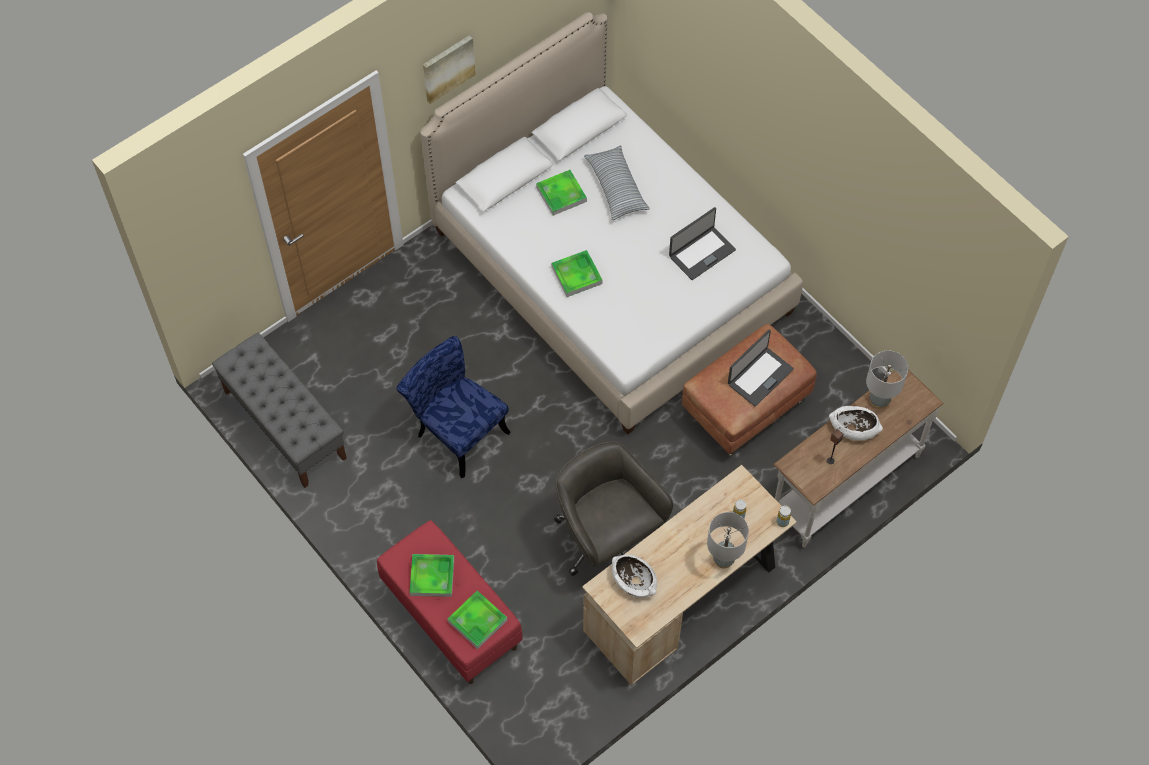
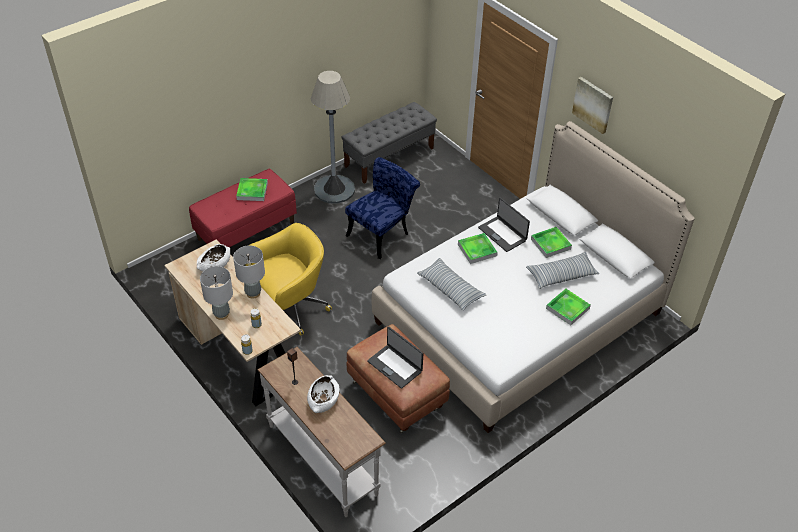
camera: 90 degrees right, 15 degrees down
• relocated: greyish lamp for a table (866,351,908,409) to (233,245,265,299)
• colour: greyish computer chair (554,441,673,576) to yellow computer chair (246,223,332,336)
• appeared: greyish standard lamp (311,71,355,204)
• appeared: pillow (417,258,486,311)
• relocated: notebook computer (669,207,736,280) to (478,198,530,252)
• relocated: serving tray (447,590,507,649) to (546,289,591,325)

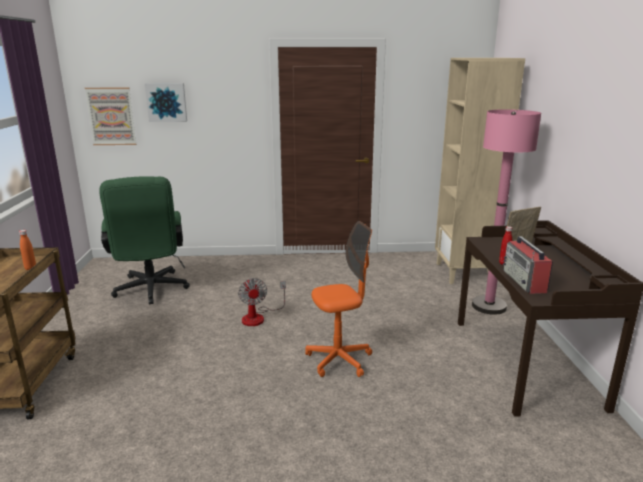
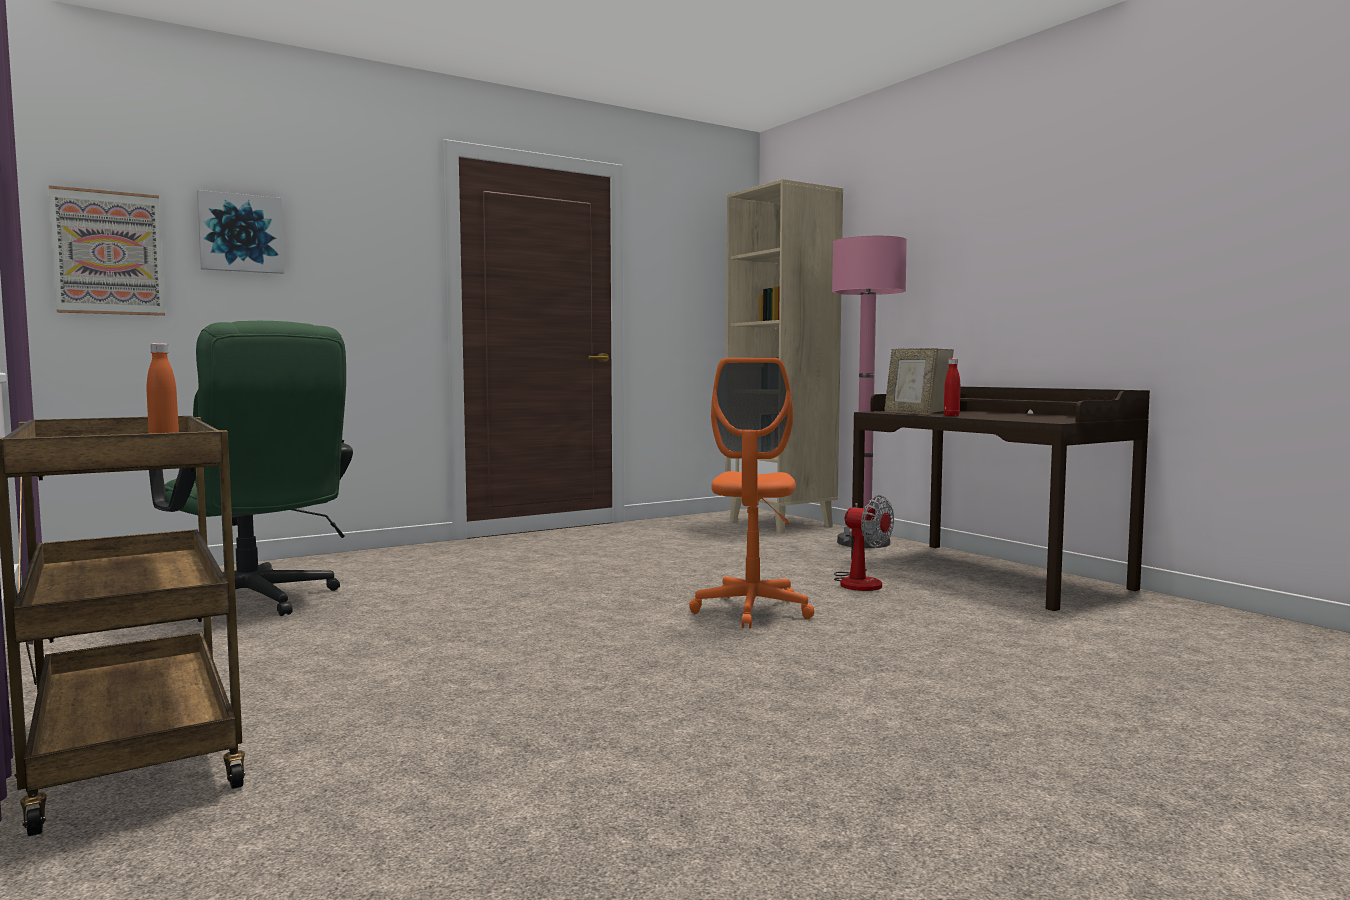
camera: 30 degrees left, 15 degrees down
• spun: orange-coloured computer chair (305,221,372,377) = (689,358,814,628) 150 degrees clockwise
• relocated: fan (238,278,286,326) to (834,495,894,591)
• appeared: standing frame (884,348,938,415)
• missing: radio set (503,236,553,294)

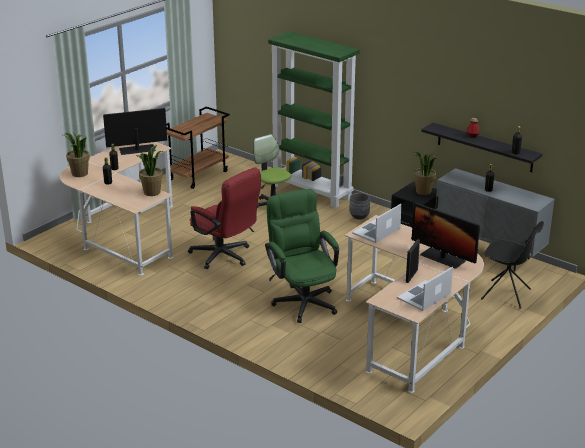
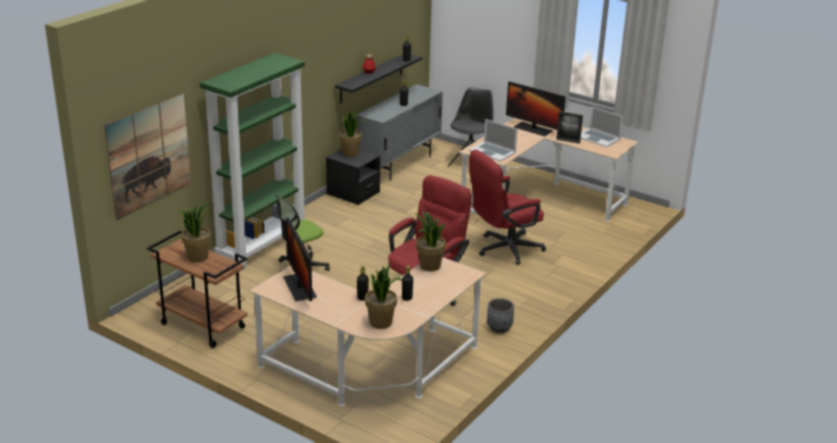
camera: 95 degrees left, 0 degrees up
• appeared: picture (104,93,191,220)
• appeared: houseplant (177,202,211,262)
• colour: green computer chair (265,189,339,323) to red computer chair (469,150,546,265)
• relocated: greyish flower pot (349,193,370,219) to (487,298,514,333)
• spun: computer screen (412,202,480,269) = (506,81,566,136) 90 degrees clockwise

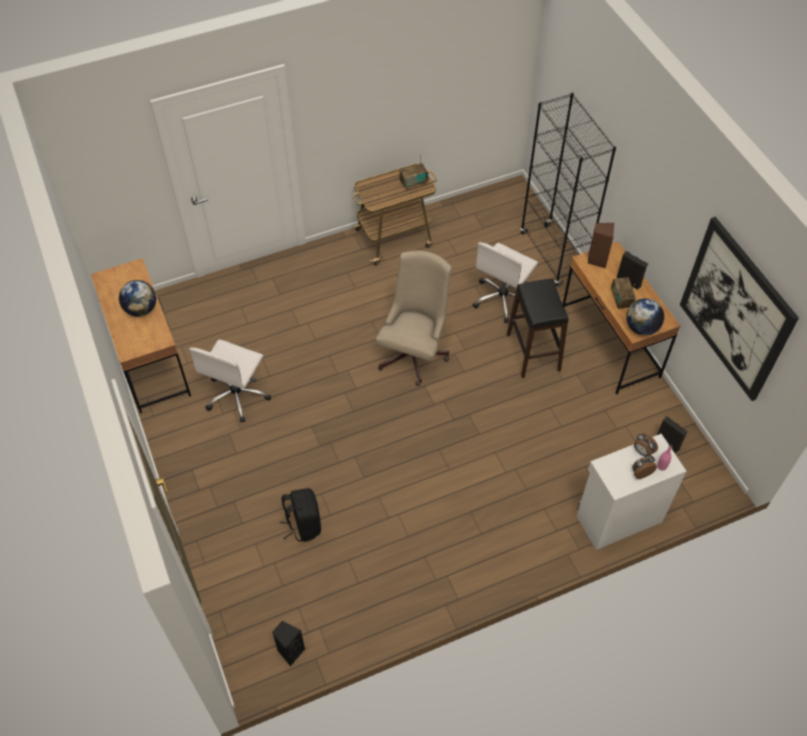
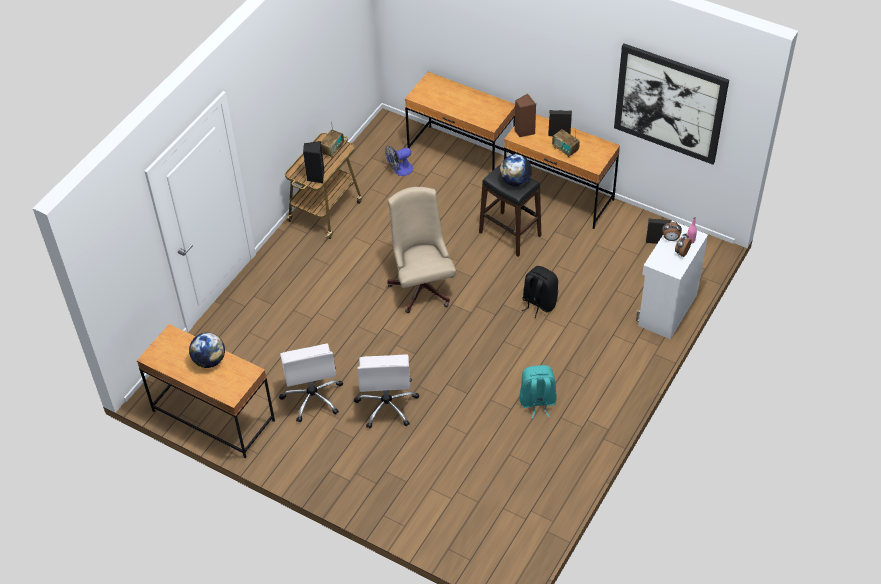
camera: 35 degrees left, 5 degrees down
• relocated: blackish loudspeaker (272,621,305,667) to (303,141,324,183)
• relocated: white-coloured computer chair (473,242,538,323) to (354,354,419,429)
• appeared: fan (385,146,413,176)
• exchanged: blackish bookcase (520,93,616,287) to brown-coloured desk table (405,72,515,171)
• relocated: desk globe (626,299,664,335) to (500,154,532,187)
• appeared: blue-green knapsack (519,365,556,419)
• relocated: blackish knapsack (280,488,321,542) to (522,266,558,318)

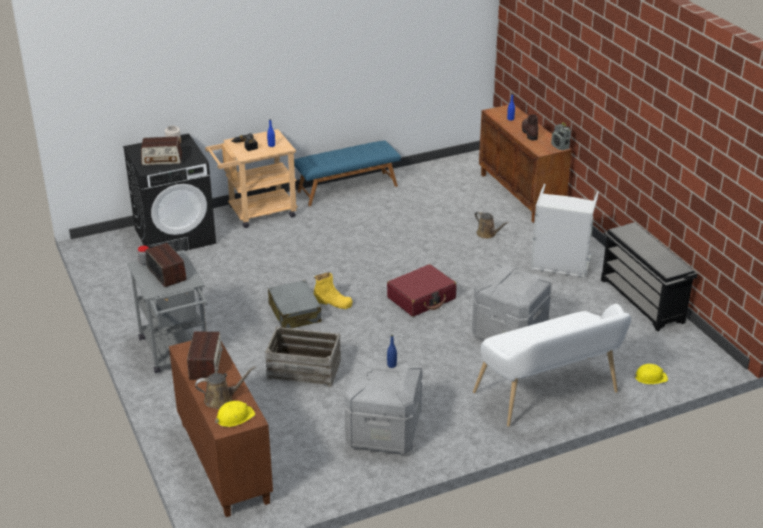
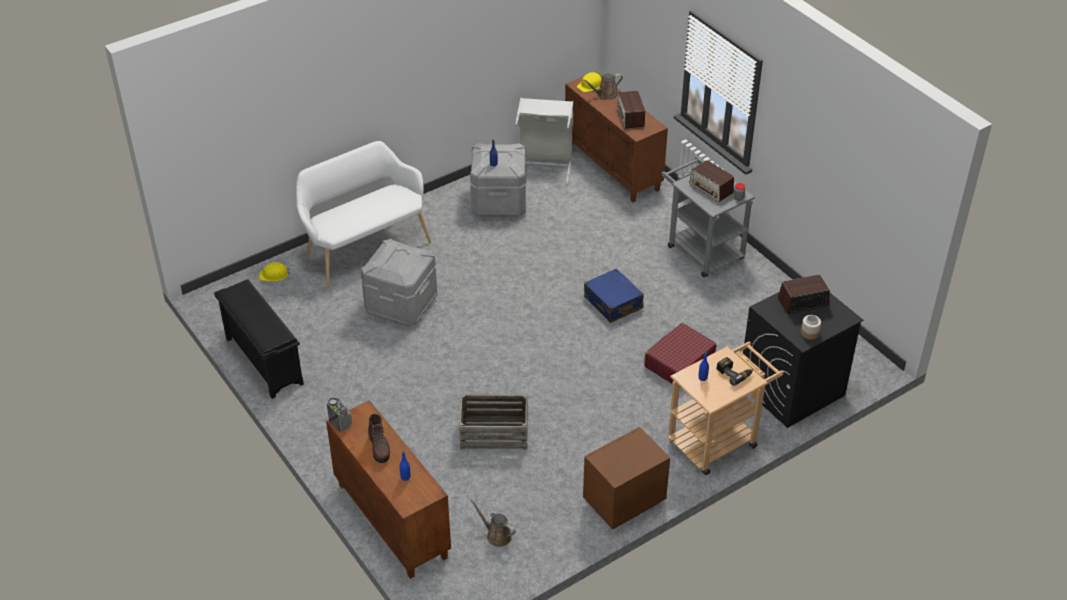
camera: 170 degrees right, 10 degrees up
• relocated: shipping crate (265,327,341,387) to (459,394,528,450)
• relocated: brown-coloured sprinkling can (475,211,509,239) to (470,499,516,547)
• relocated: greyish hamper (530,184,599,278) to (515,98,573,184)
• exchanged: bluish long seat (294,140,401,206) to brown-coloured nightstand (583,427,670,529)
• colour: greyish travel case (268,280,321,328) to bluish travel case (584,268,644,323)
• relocated: red travel case (387,264,457,317) to (644,323,716,384)
• missing: yellow tall boot (314,272,353,309)

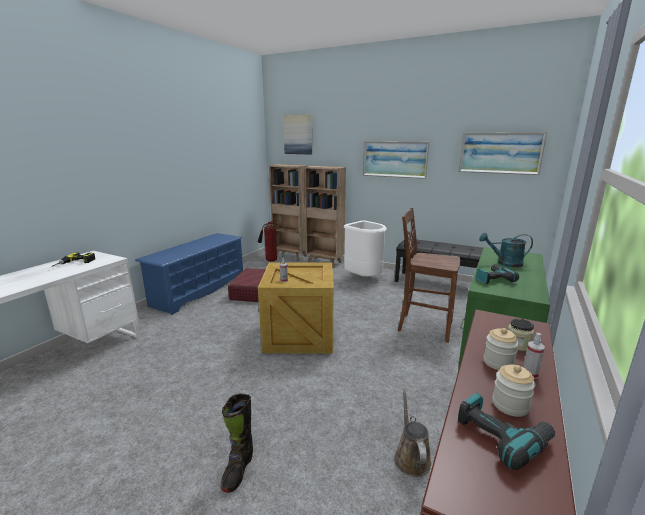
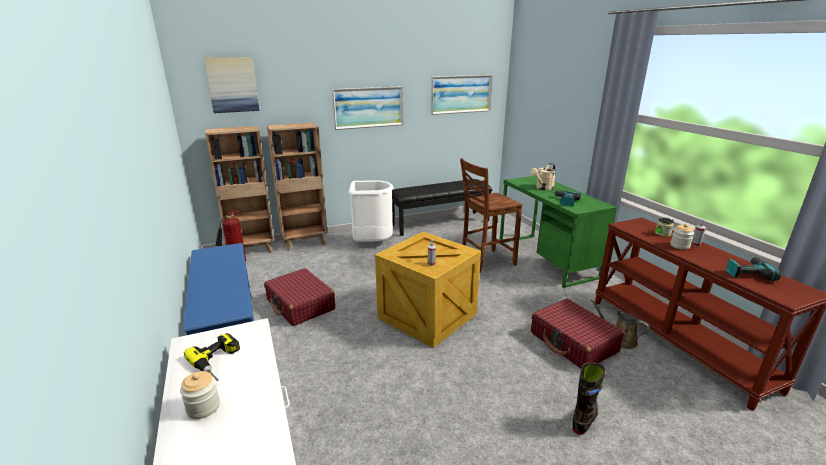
camera: 50 degrees left, 5 degrees up
• relocated: jar (492,365,535,417) to (180,371,220,419)
• colour: blue-green sprinkling can (479,233,533,267) to sand-coloured sprinkling can (530,163,556,190)
• appeared: red travel case (531,299,624,368)
• spun: blackish tall boot (221,394,253,493) = (573,363,606,435) 105 degrees counterclockwise

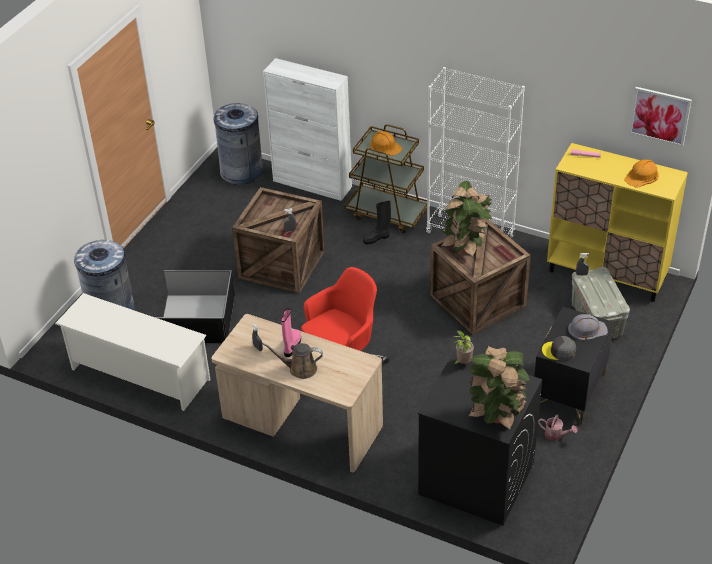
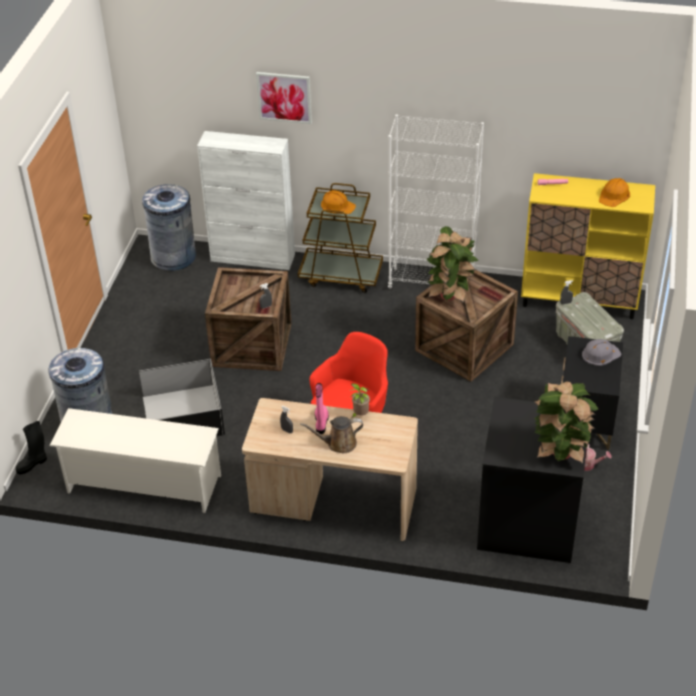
camera: 15 degrees left, 0 degrees up
• relocated: blackish tall boot (363,201,391,244) to (16,421,47,475)
• relocated: picture (629,87,692,147) to (256,72,312,124)
• relocated: houseplant (453,330,474,364) to (349,383,370,418)
• missing: greyish cap (542,336,576,361)

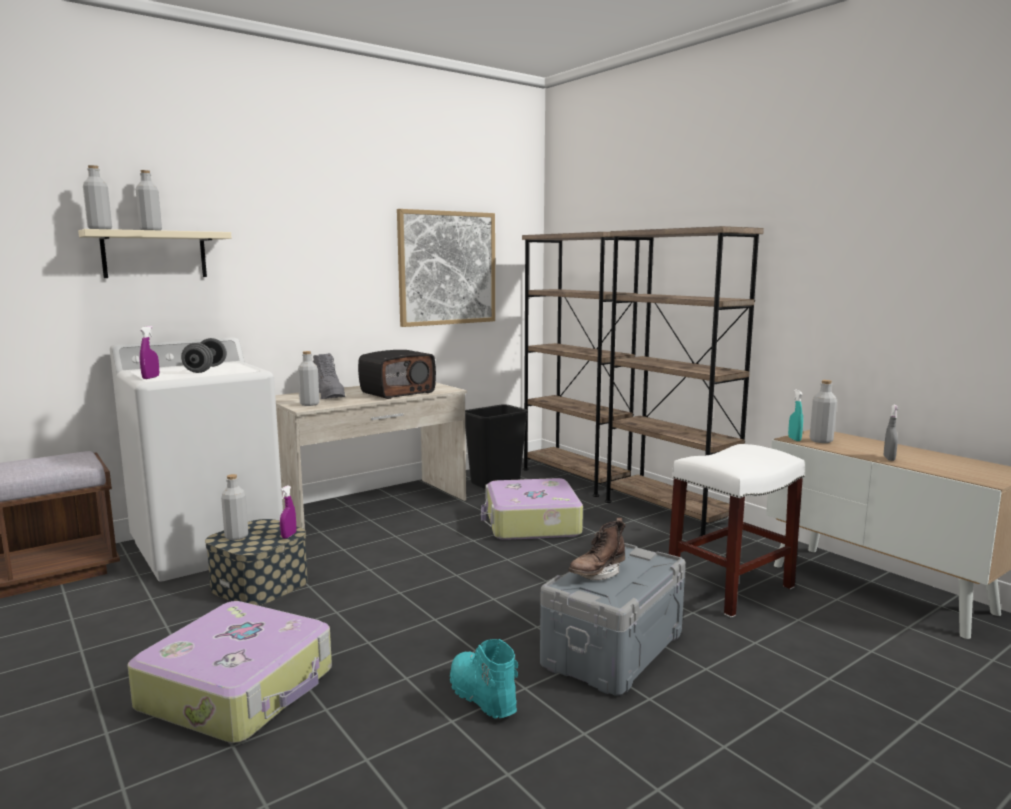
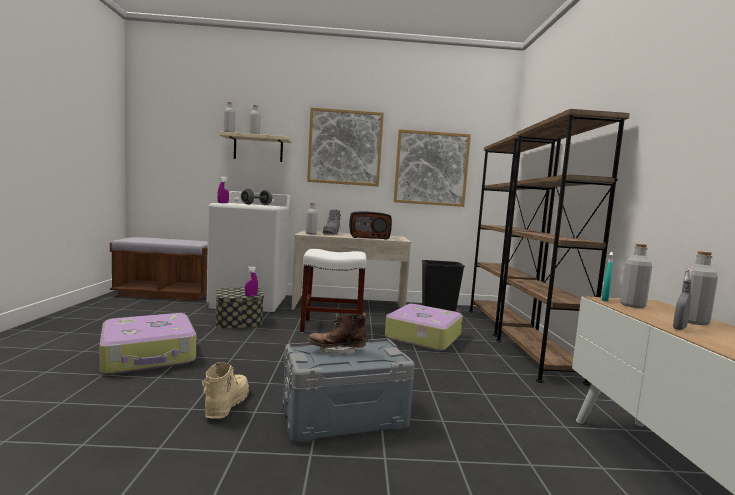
camera: 35 degrees right, 5 degrees down
• colour: blue-green tall boot (450,639,518,719) to sand-coloured tall boot (202,362,249,419)
• relocated: white-coloured stool seat (669,444,805,617) to (300,249,366,333)
• appeared: picture (307,108,384,186)
• relocated: greyish drink bottle (221,474,248,540) to (682,251,718,325)

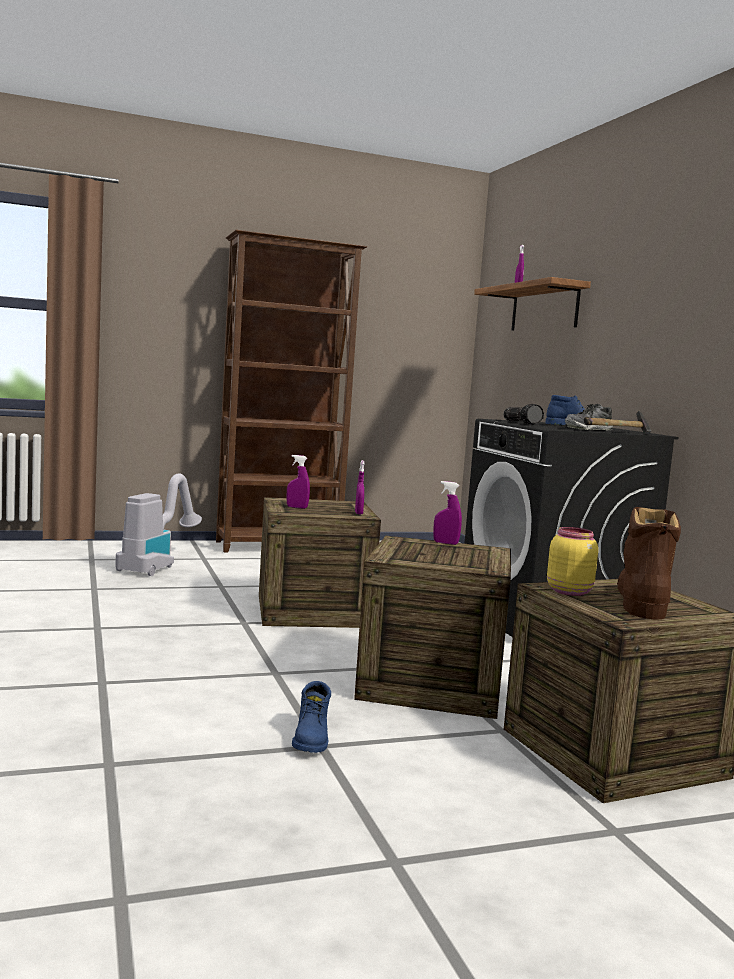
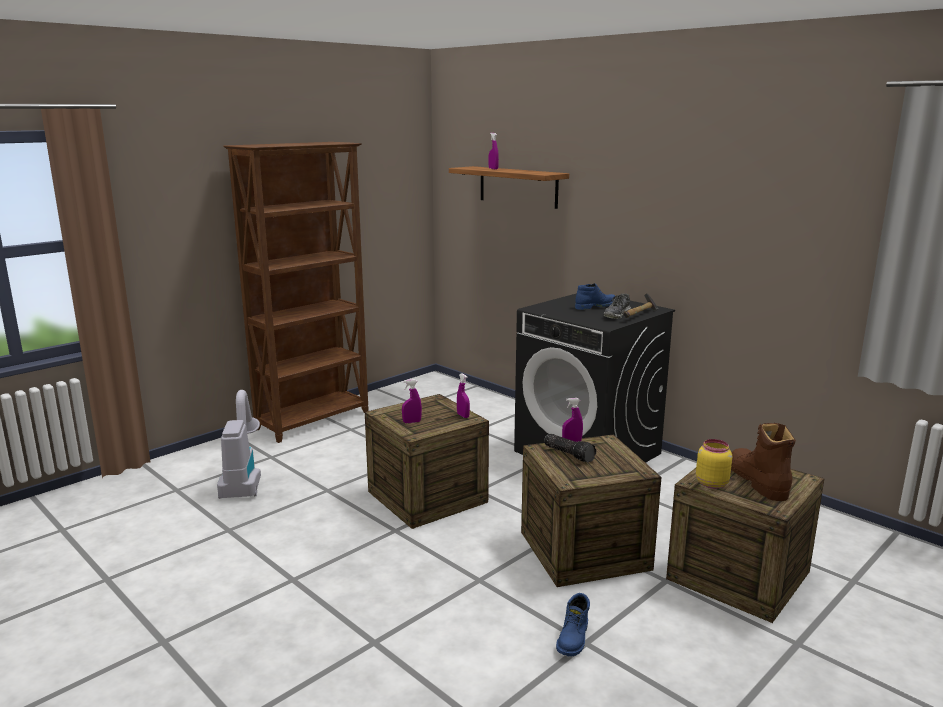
camera: 25 degrees left, 10 degrees up
• relocated: hand torch (504,404,544,425) to (544,434,596,462)
• spun: bluish tall boot (292,681,331,753) = (556,593,590,656) 45 degrees clockwise

